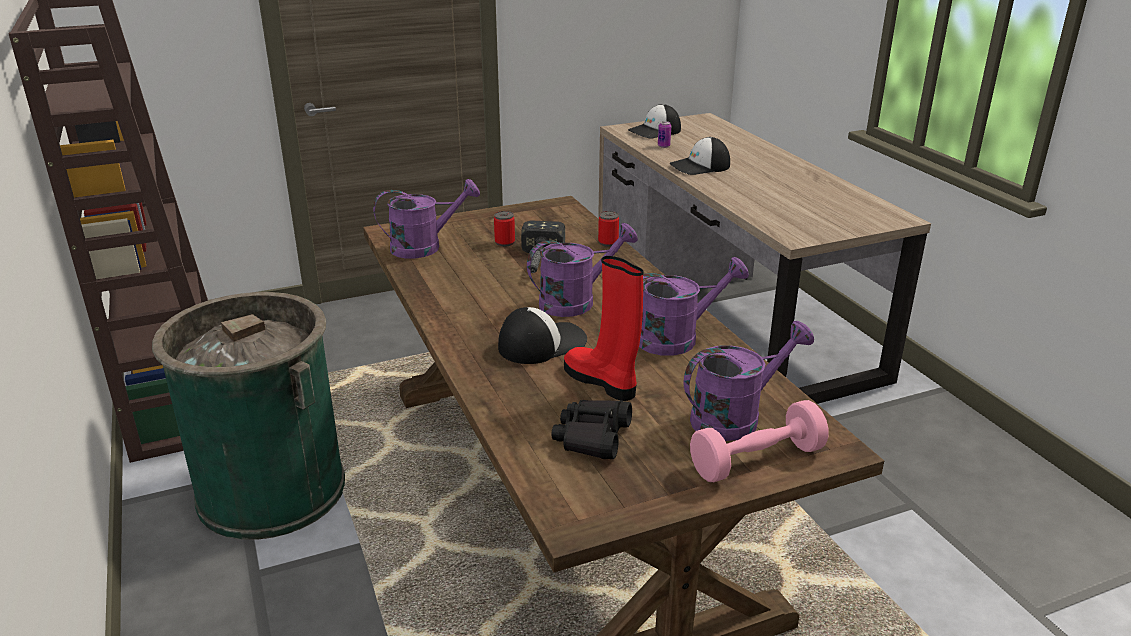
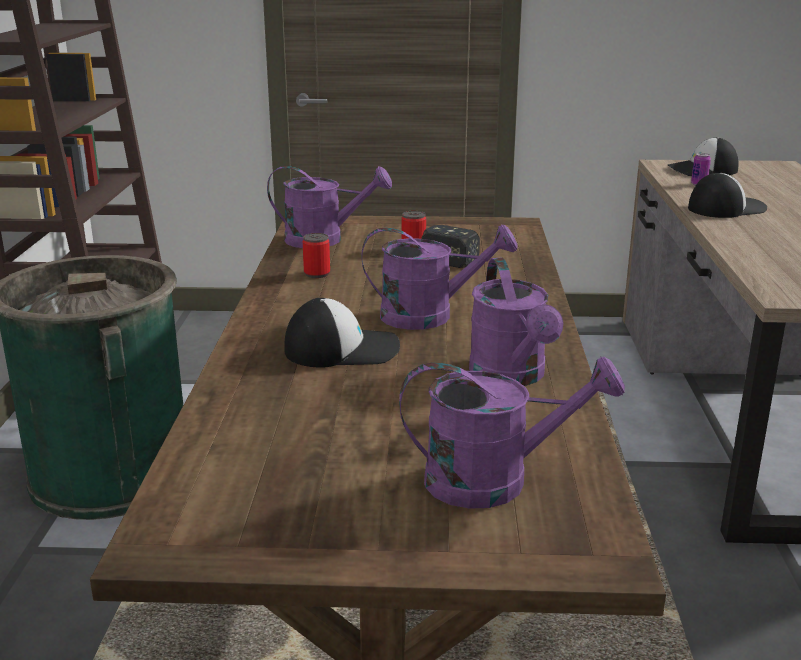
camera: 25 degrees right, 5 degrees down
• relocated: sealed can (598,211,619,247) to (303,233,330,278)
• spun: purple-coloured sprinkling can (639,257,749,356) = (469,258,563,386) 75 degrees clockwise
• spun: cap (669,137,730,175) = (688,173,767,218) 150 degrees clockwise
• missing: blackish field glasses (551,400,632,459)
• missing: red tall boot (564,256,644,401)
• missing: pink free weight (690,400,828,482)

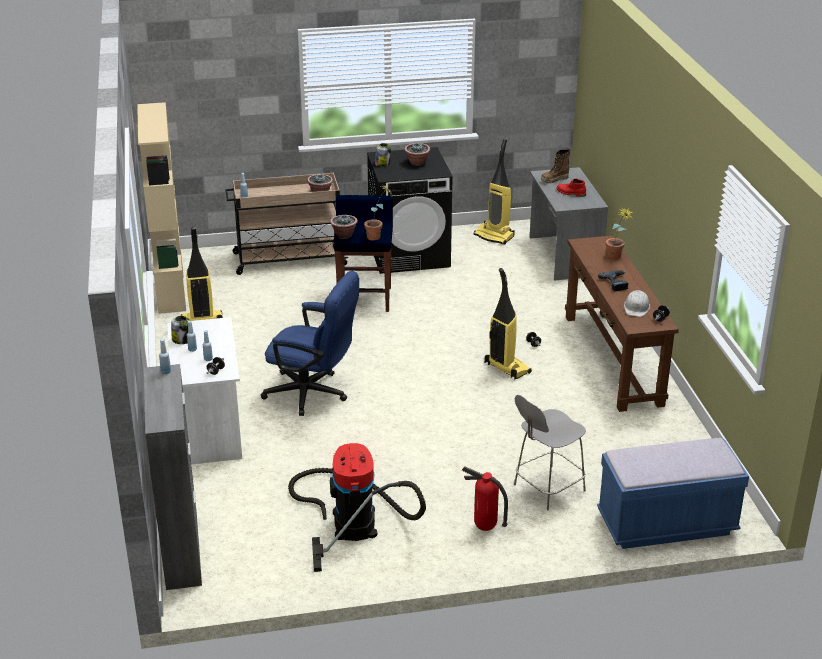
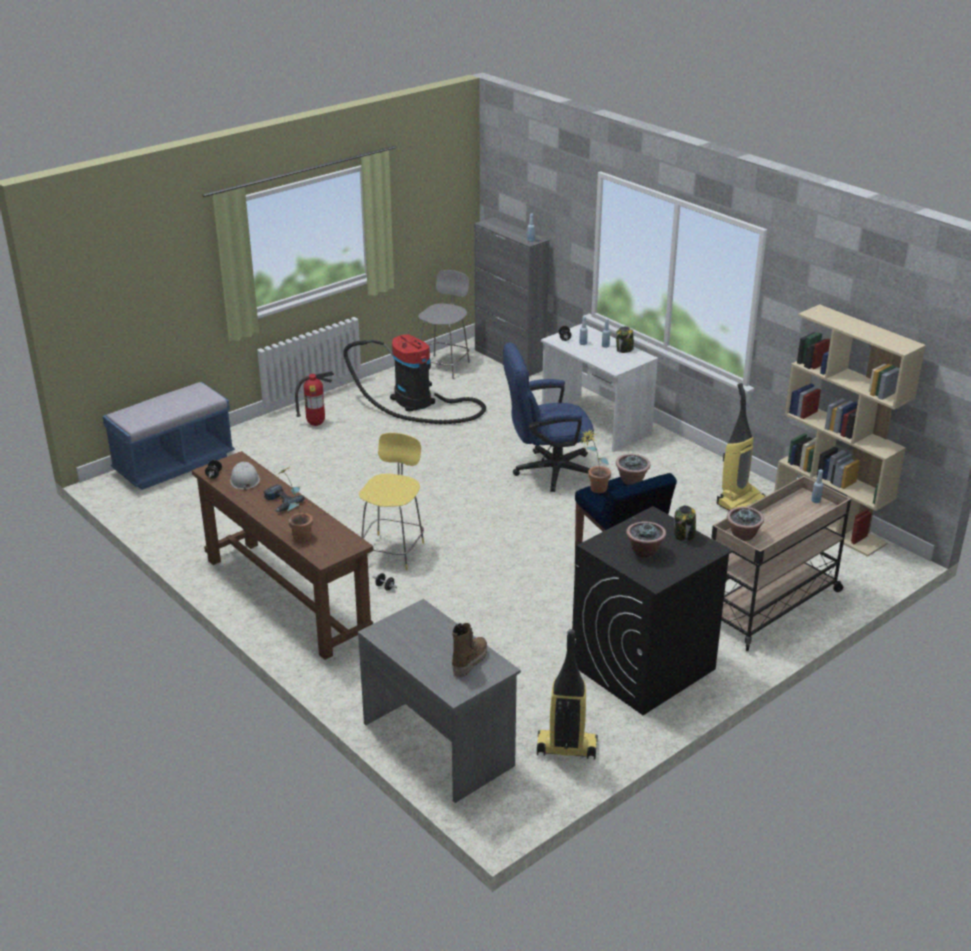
camera: 150 degrees right, 0 degrees up
• exchanged: vacuum (485,268,532,380) to yellow stool seat (359,433,424,571)
• relocated: greyish stool seat (514,395,586,511) to (418,270,470,379)
• missing: red tall boot (557,179,586,197)

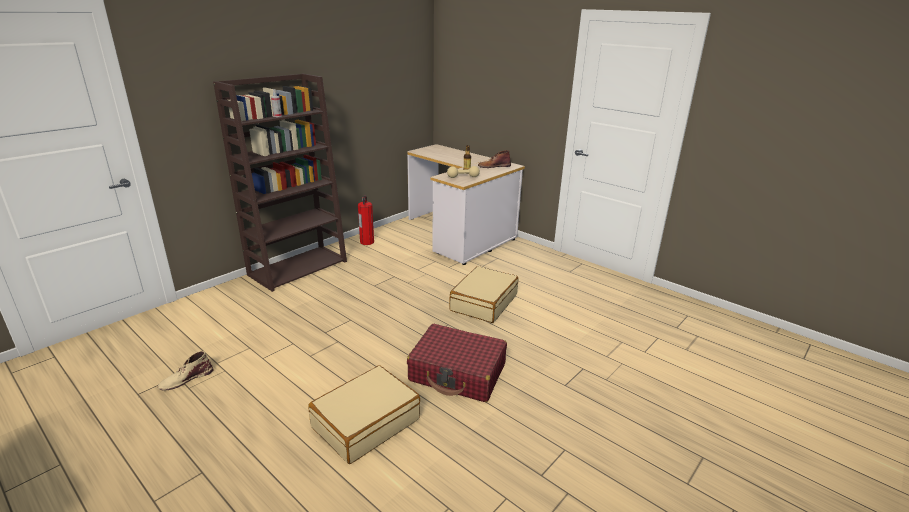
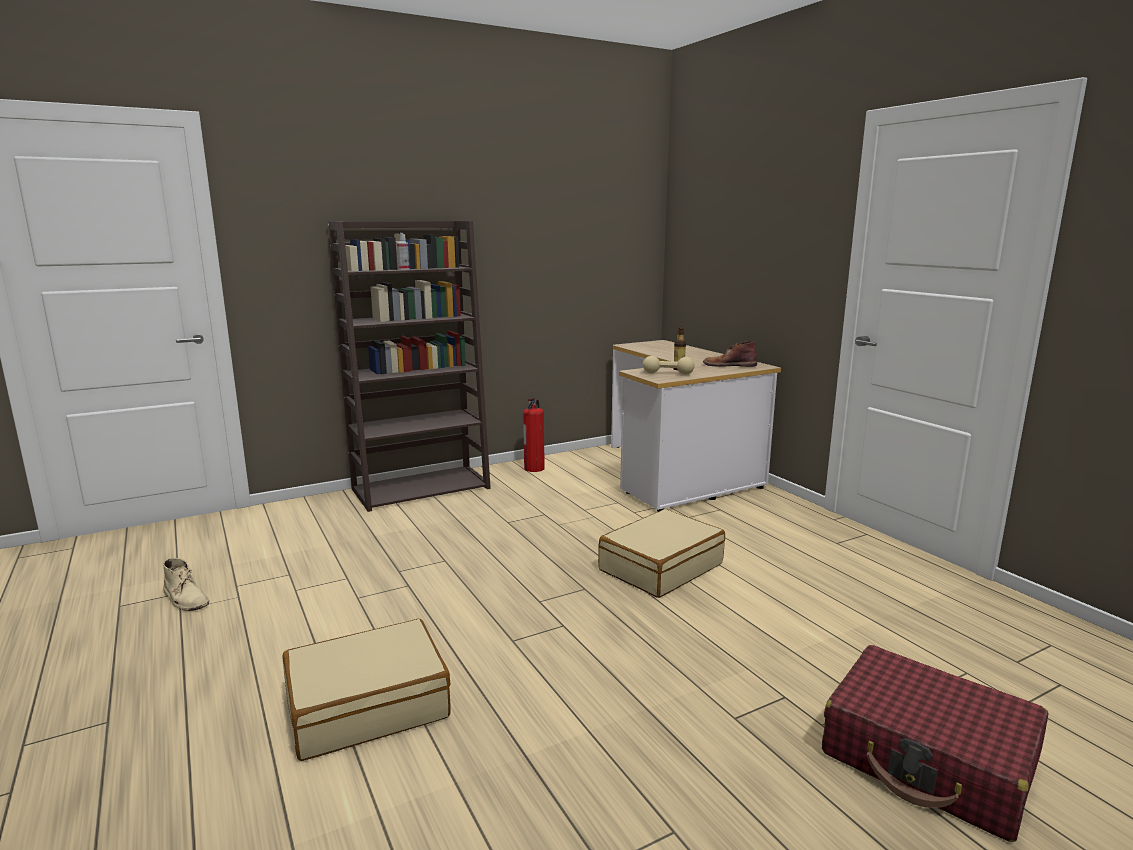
camera: 20 degrees right, 10 degrees down
• spun: sand-coloured tall boot (158,351,213,391) = (163,558,209,611) 120 degrees counterclockwise
• relocated: red travel case (407,324,507,402) to (822,645,1048,842)

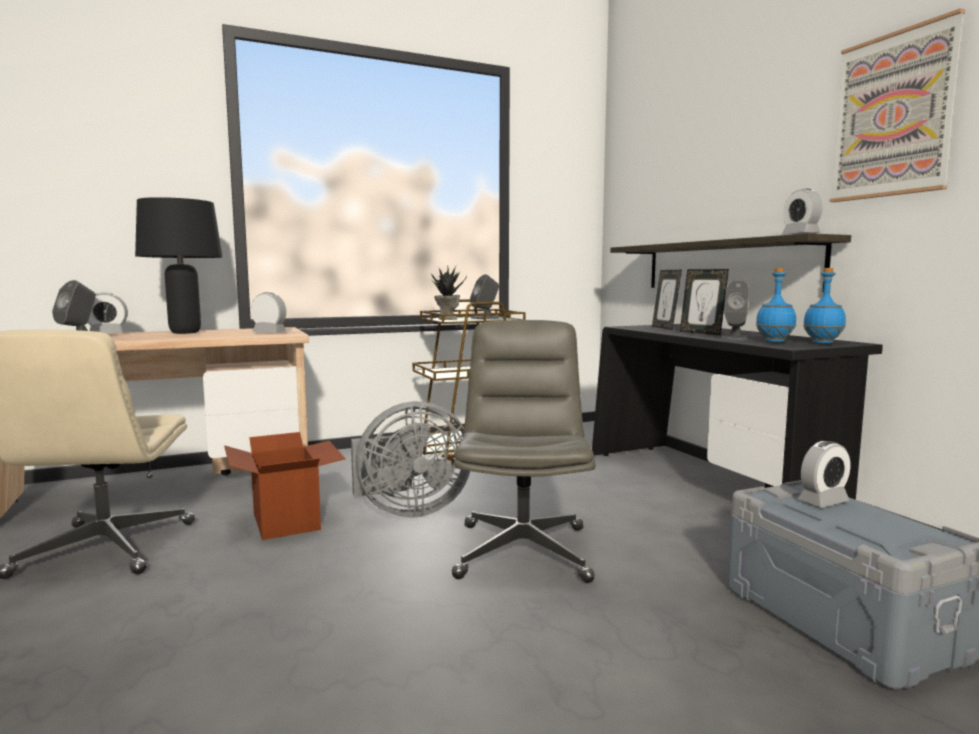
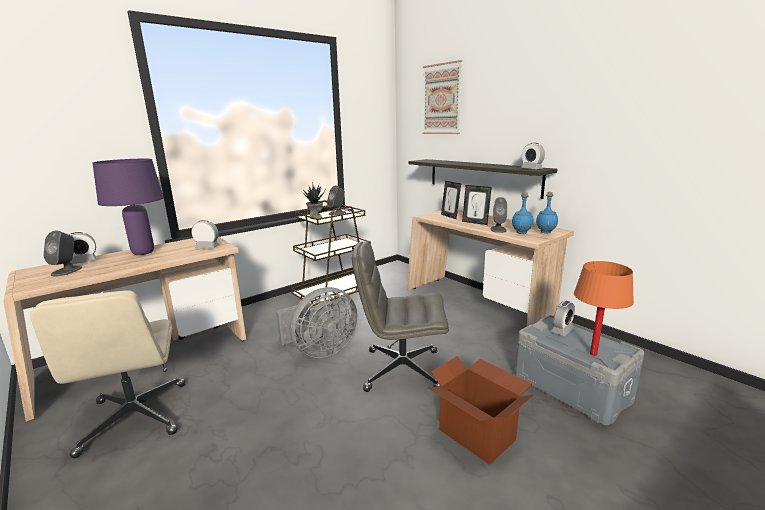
camera: 15 degrees left, 10 degrees up
• colour: blackish lamp for a table (135,197,223,334) to purple-coloured lamp for a table (93,159,164,255)
• spun: greyish computer chair (452,320,595,583) = (352,241,449,392) 75 degrees counterclockwise
• colour: blackish desk table (592,324,883,500) to sand-coloured desk table (407,210,574,326)
• relocated: picture (830,8,965,202) to (422,60,462,134)
• relocated: cardboard box (224,432,346,540) to (427,356,534,465)
• appeared: orange-coloured lamp for a table (574,261,634,356)

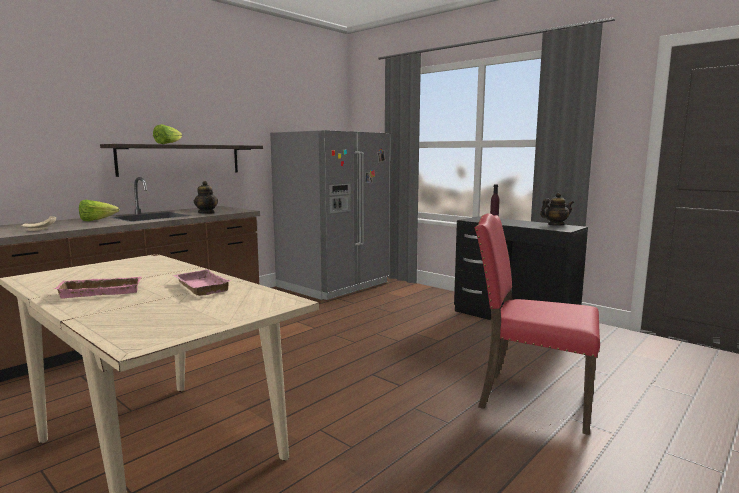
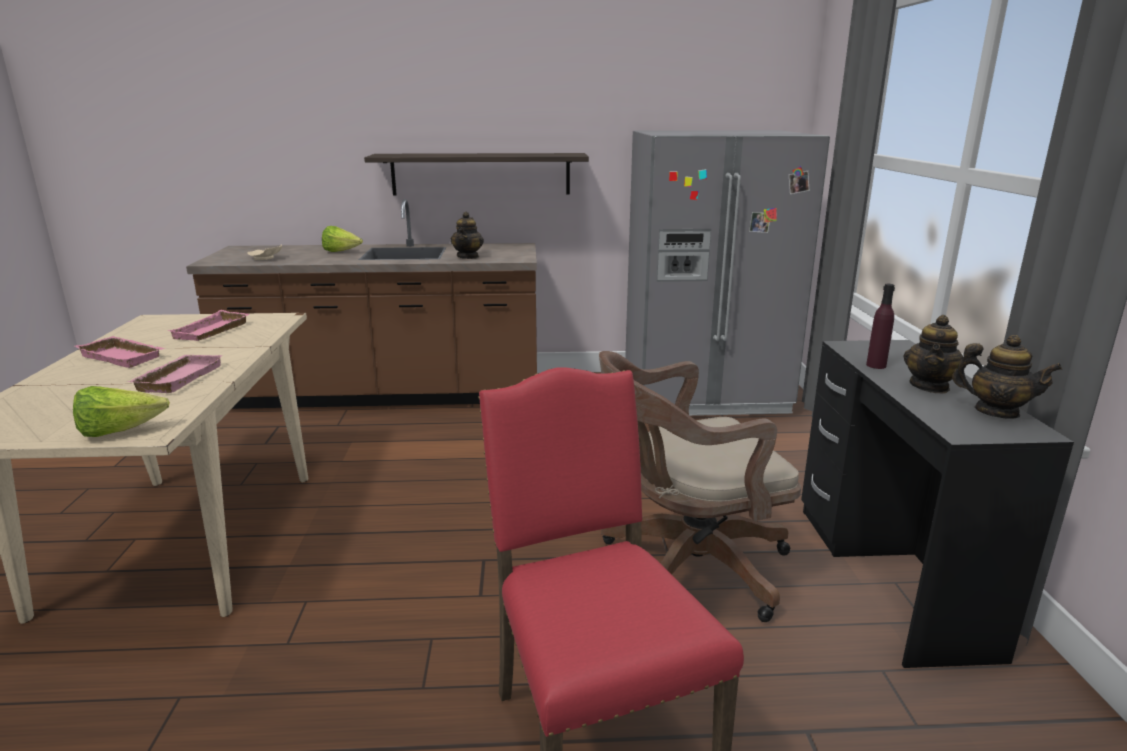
camera: 45 degrees right, 10 degrees up
• relocated: head of lettuce (153,124,182,144) to (73,386,170,437)
• appeared: pink serving tray (168,310,249,341)
• appeared: brown-coloured computer chair (599,351,801,622)
• appeared: tea pot (903,315,966,394)

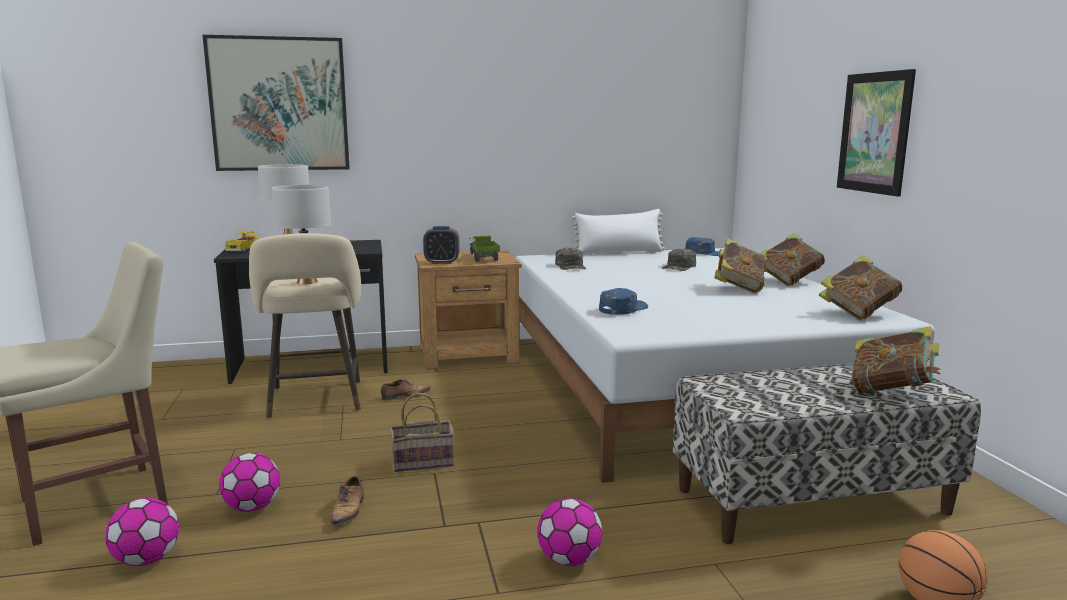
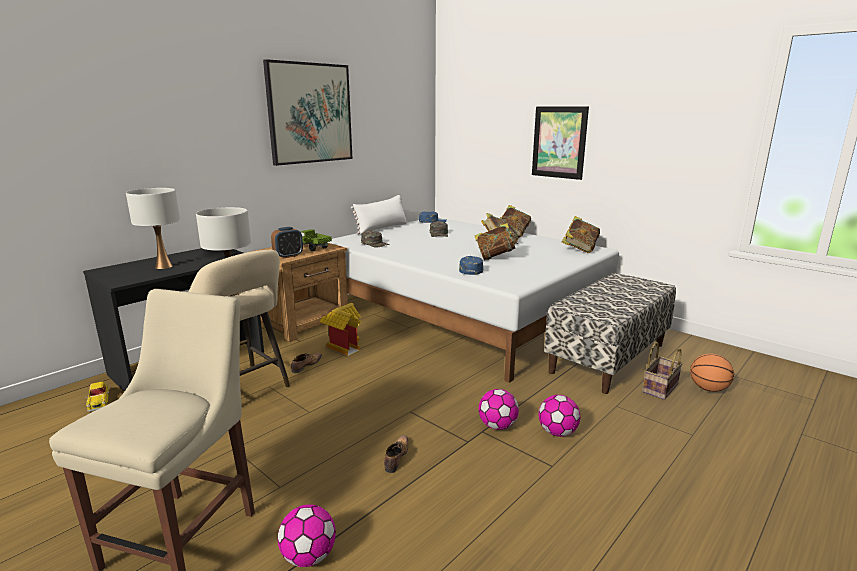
camera: 35 degrees left, 5 degrees up
• relocated: toy car (225,231,259,252) to (85,382,109,412)
• relocated: picture (203,35,350,171) to (263,59,353,166)
• appeared: miniature house (320,303,361,356)
• spun: shoe (331,476,364,525) = (384,435,408,473) 135 degrees counterclockwise
• relocated: volume (852,326,940,394) to (474,223,518,260)
• relocated: ball for football (219,453,280,512) to (479,389,519,430)
• relocated: basket (390,393,454,472) to (642,342,683,400)

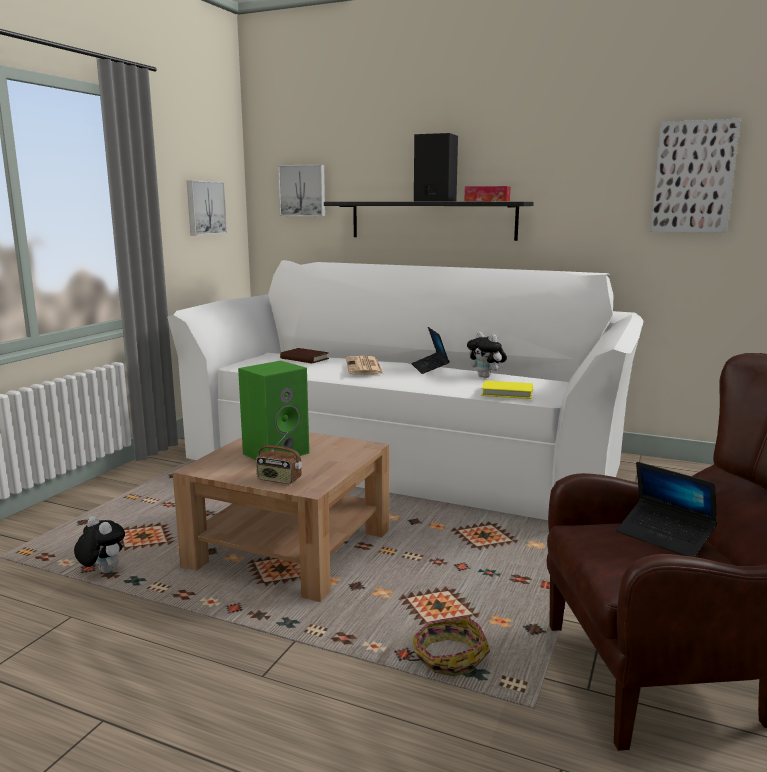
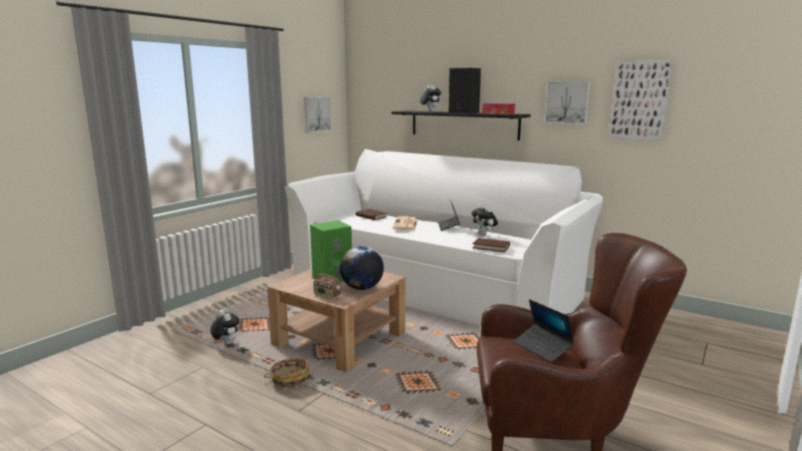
camera: 10 degrees right, 0 degrees up
• relocated: basket (406,616,490,676) to (264,358,309,388)
• appeared: desk globe (340,246,384,290)
• appeared: cuddly toy (420,85,441,112)
• colour: yellow volume (481,381,533,399) to brown-coloured volume (473,238,510,252)
• relocated: picture (278,164,325,216) to (544,81,590,124)

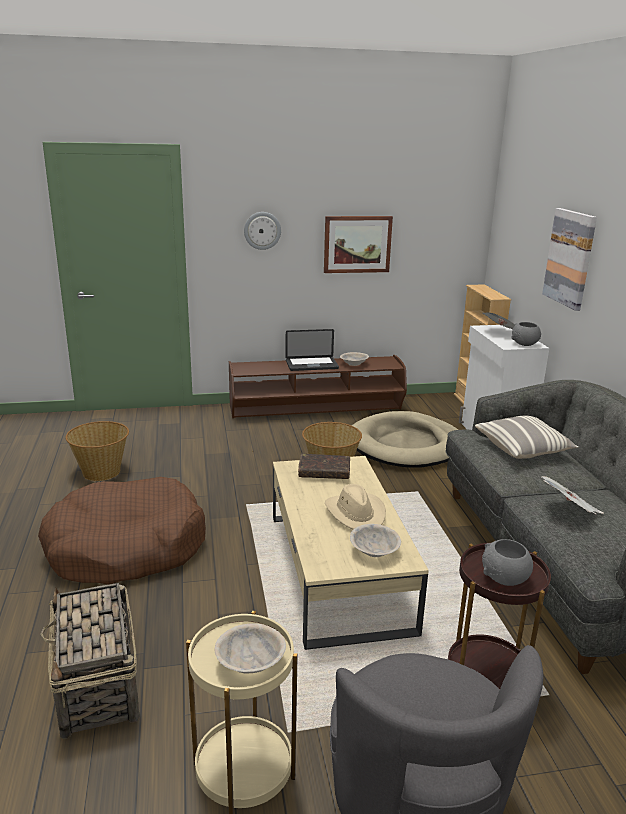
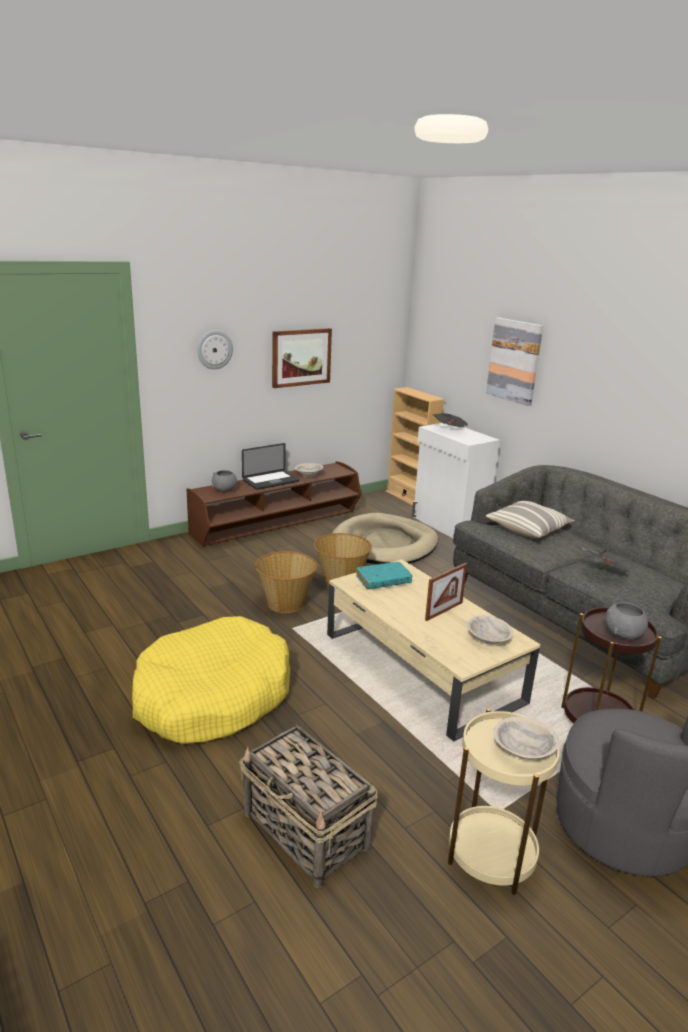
camera: 25 degrees left, 0 degrees up
• colour: brown-coloured pet bed (38,477,206,584) to yellow pet bed (132,616,290,744)
• relocated: greyish deep dish (512,322,541,346) to (212,470,237,492)
• relocated: basket (65,421,129,481) to (255,551,317,613)
• colour: brown-coloured volume (298,454,350,479) to blue-green volume (356,562,412,589)
• exchanged: sand-coloured hat (325,484,386,529) to standing frame (425,563,467,621)

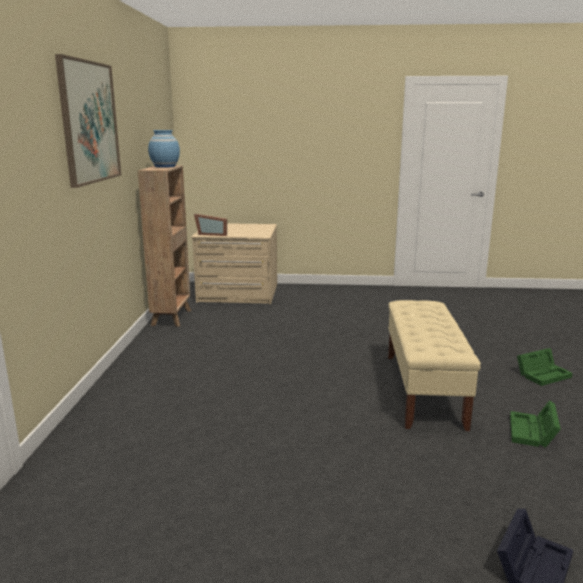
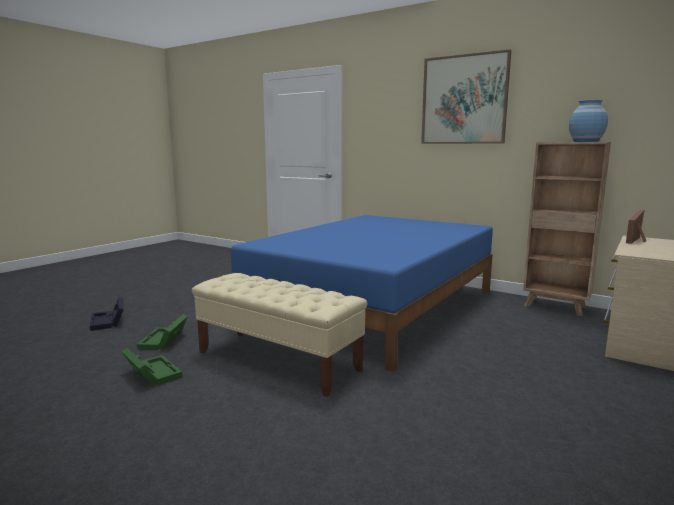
camera: 120 degrees right, 5 degrees down
• relocated: green storage box (517,348,573,386) to (137,314,188,350)
• appeared: bluish bed (231,215,493,372)

